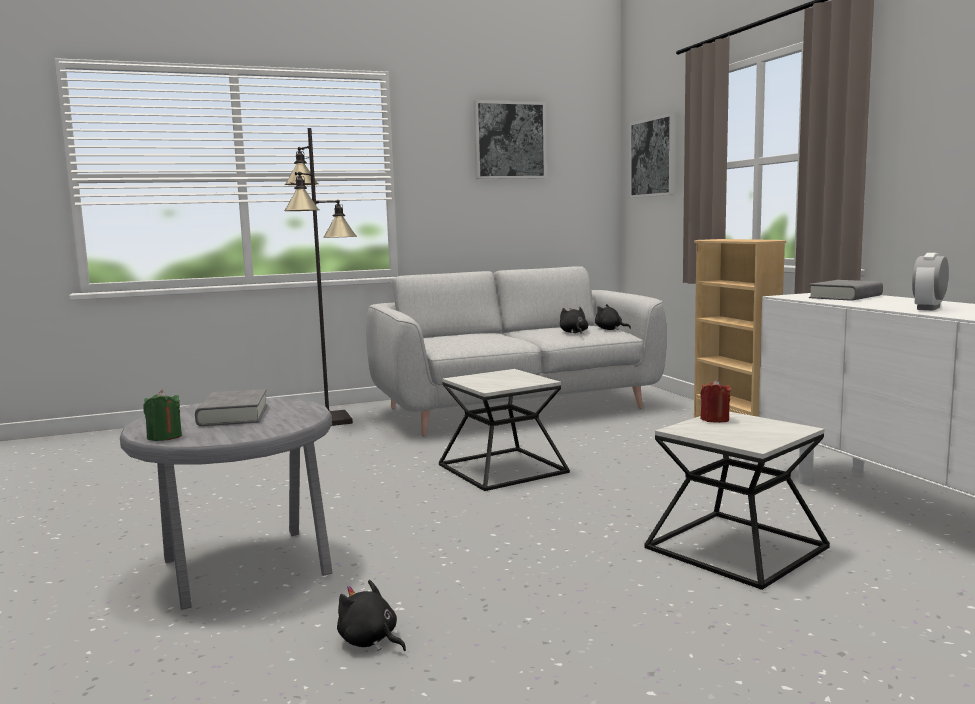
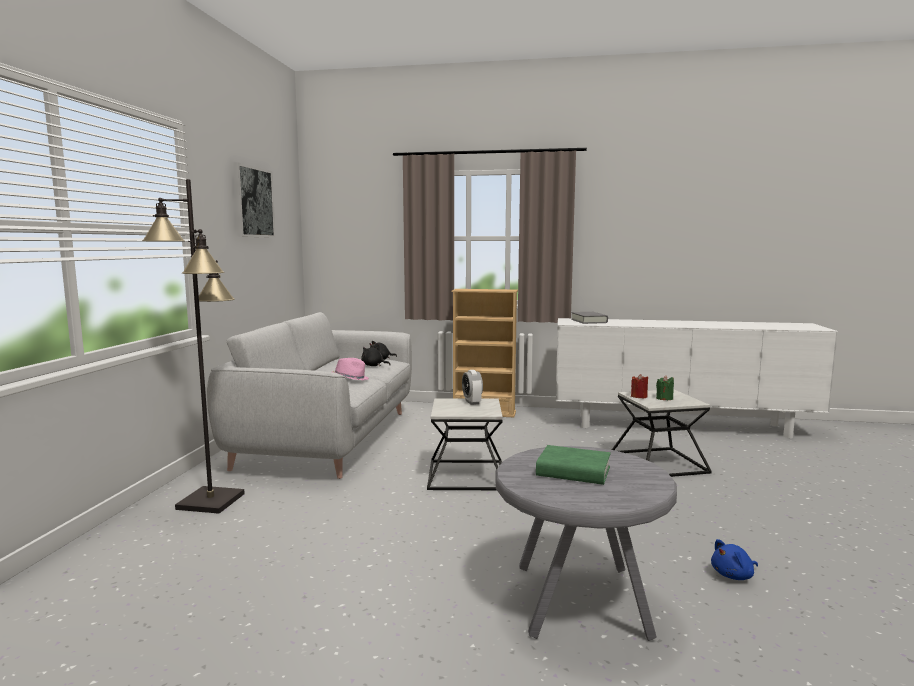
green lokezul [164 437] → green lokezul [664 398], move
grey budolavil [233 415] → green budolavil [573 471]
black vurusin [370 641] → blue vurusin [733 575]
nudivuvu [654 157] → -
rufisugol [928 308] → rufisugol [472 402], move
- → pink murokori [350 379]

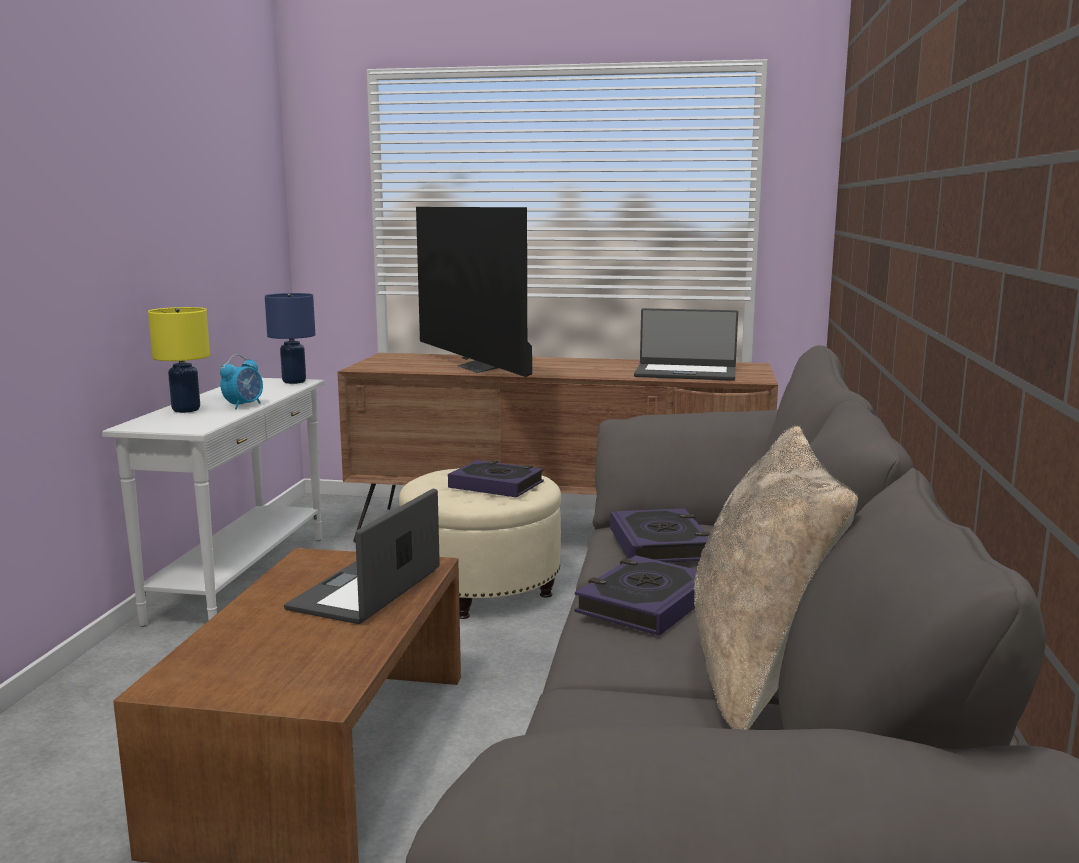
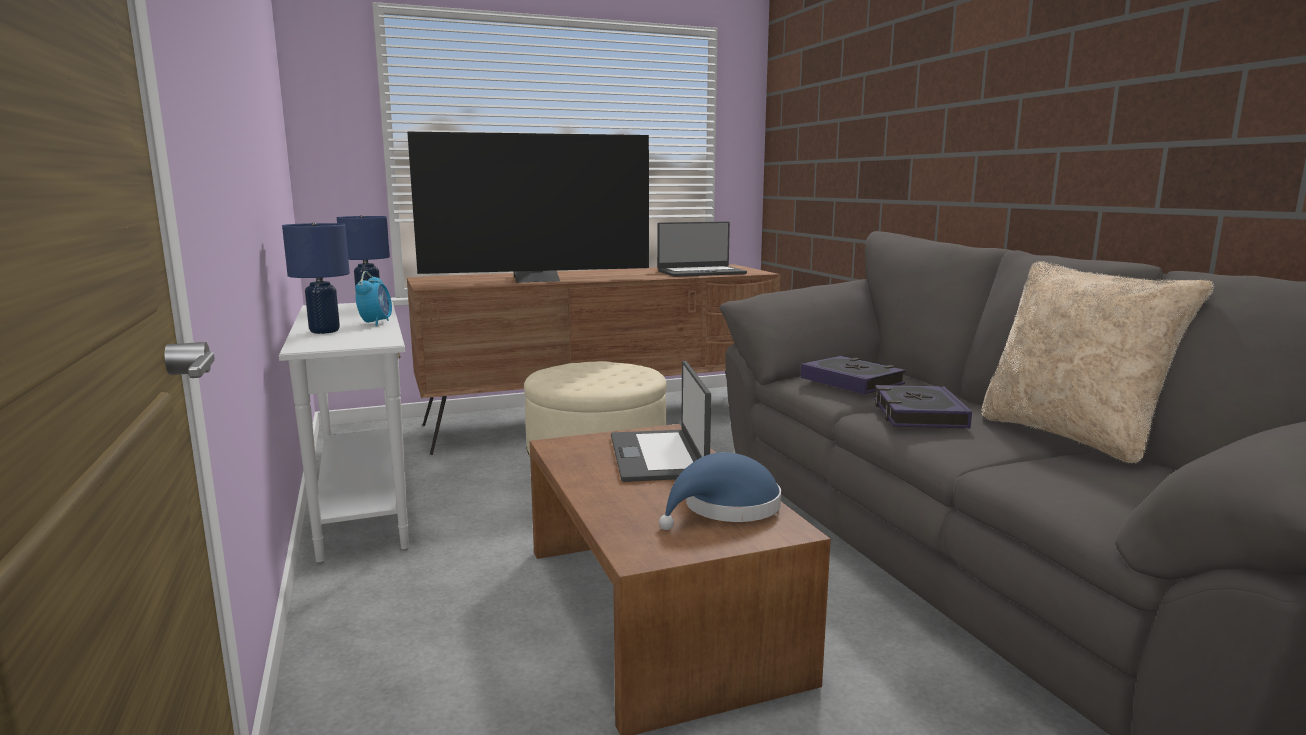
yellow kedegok [184 410] → blue kedegok [323 332]
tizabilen [482 368] → tizabilen [537 280], 45 degrees counterclockwise
budolavil [496 485] → -
- → blue murokori [726 508]

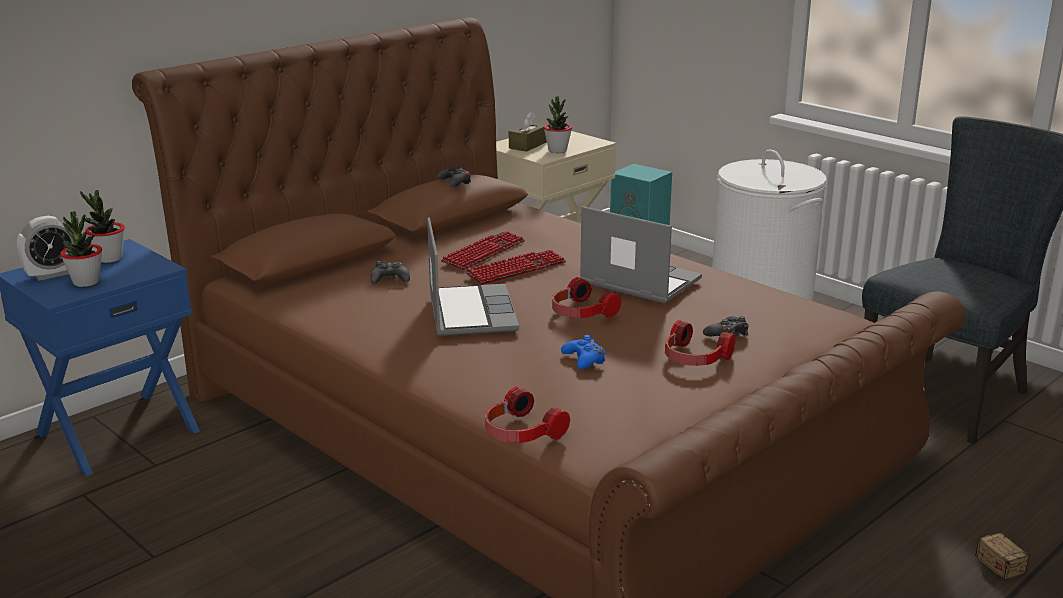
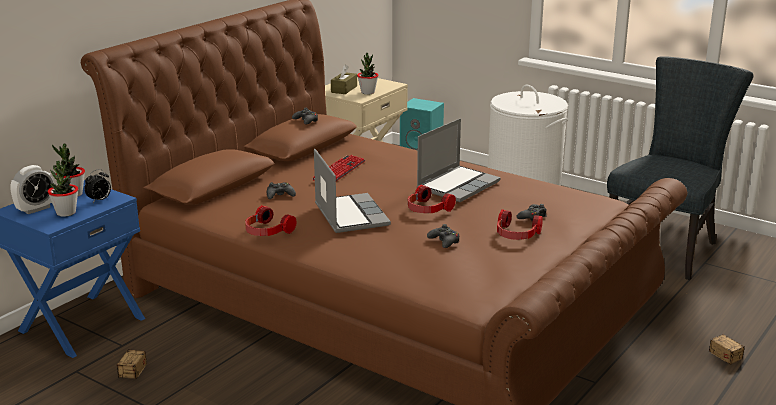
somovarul [516 269] → -
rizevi [520 433] → rizevi [267 232], move
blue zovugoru [584 359] → black zovugoru [444 241]
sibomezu [638 282] → sibomezu [458 185], 105 degrees clockwise
- → rufisugol [99 200]
- → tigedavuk [125 382]

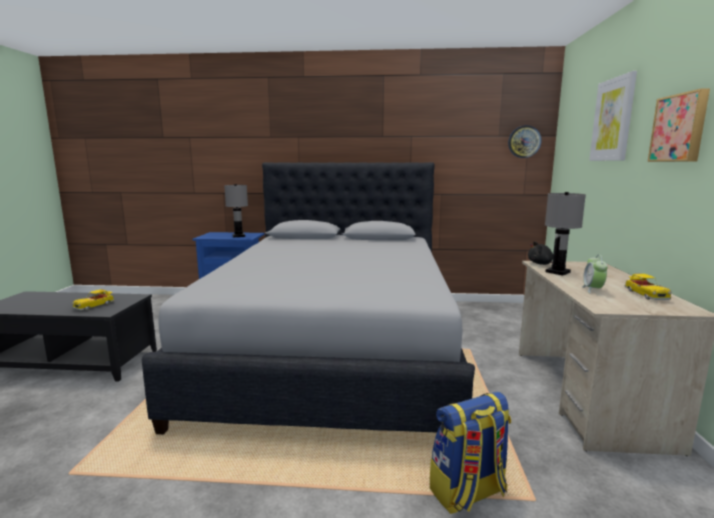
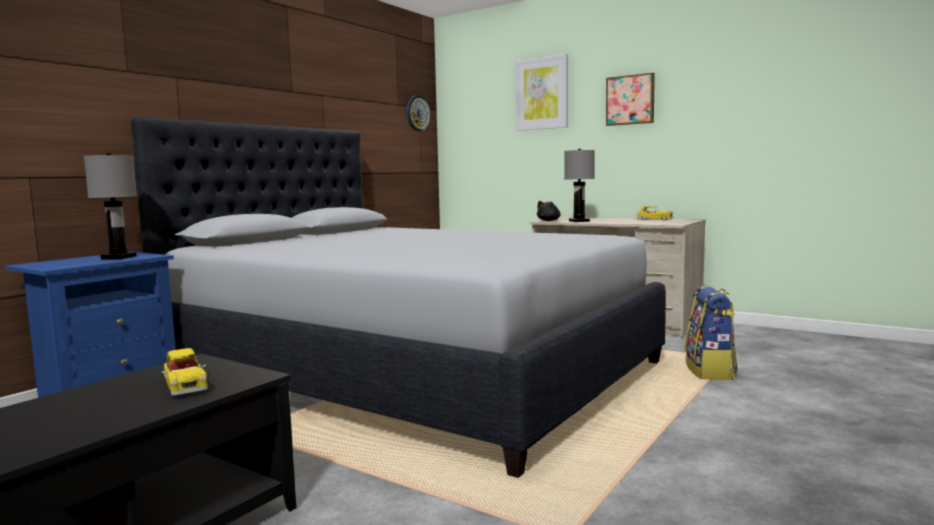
rufisugol [592 290] → -

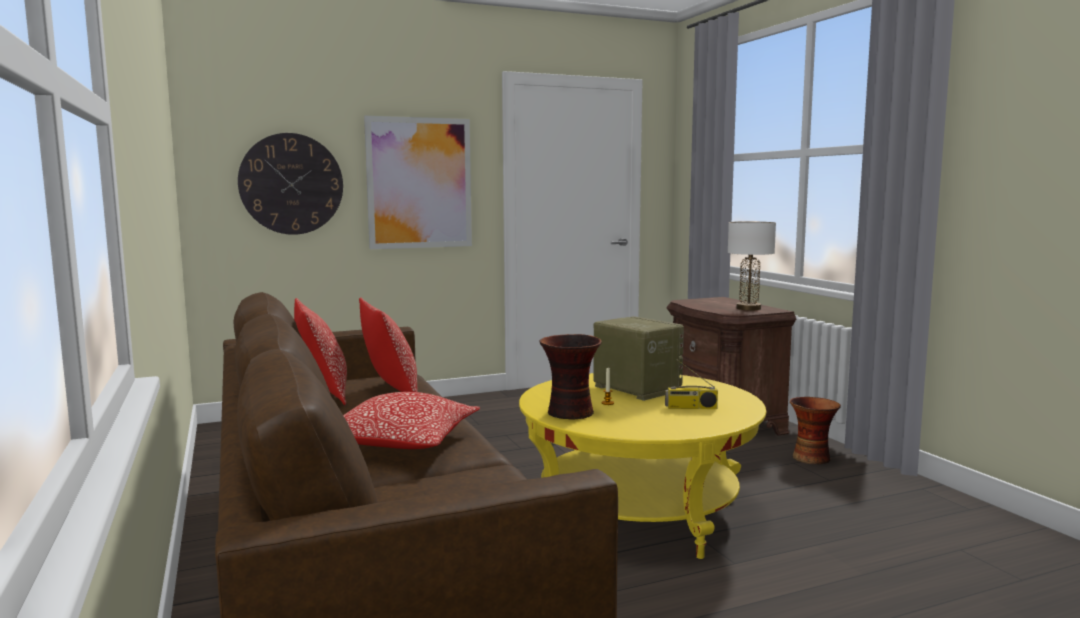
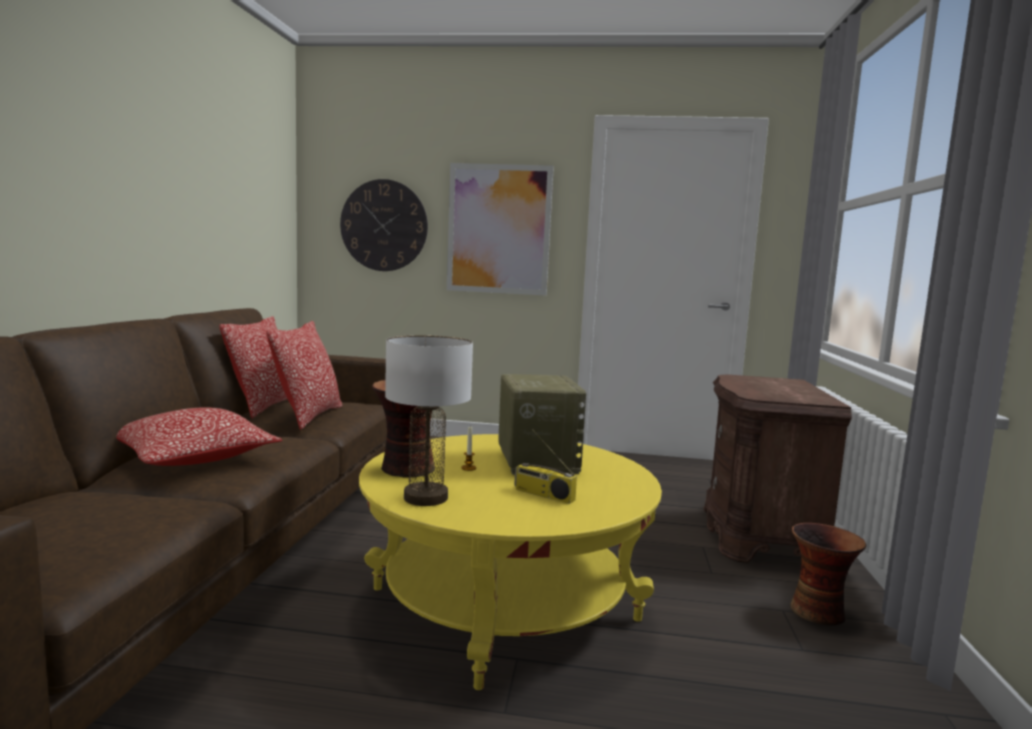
kedegok [748 308] → kedegok [425 498], move

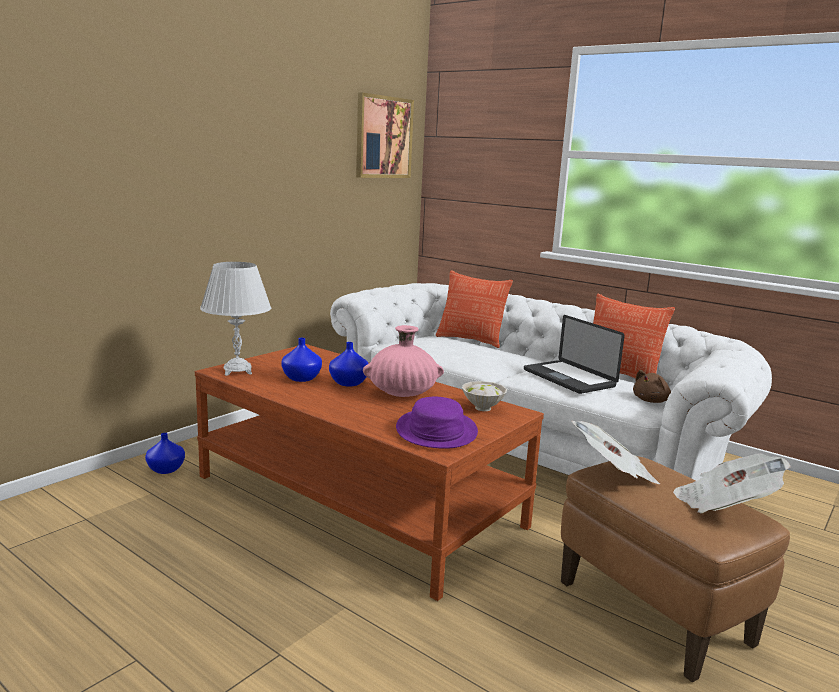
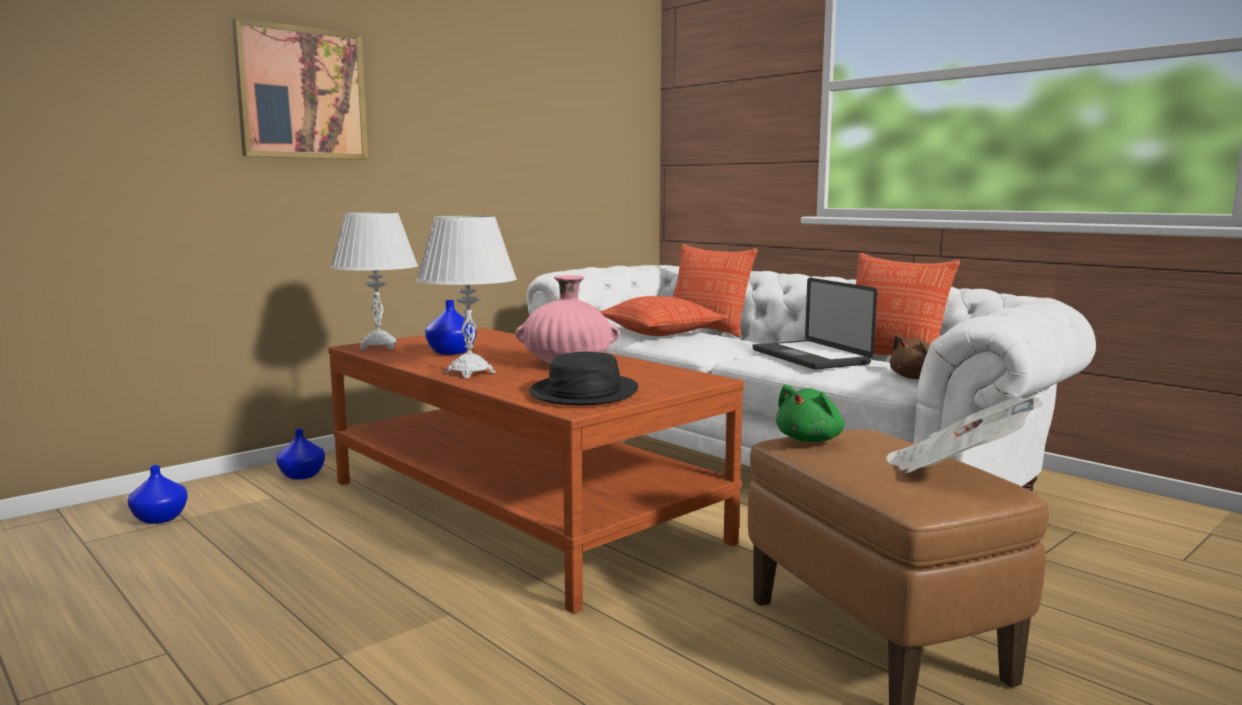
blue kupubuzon [348 383] → blue kupubuzon [159 518], move
nudivuvu [383 137] → nudivuvu [302 93], move
purple murokori [436 431] → black murokori [583 392]
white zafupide [484 408] → -
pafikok [613 473] → green vurusin [810 440]
- → white kedegok [469 373]
- → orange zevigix [661 333]

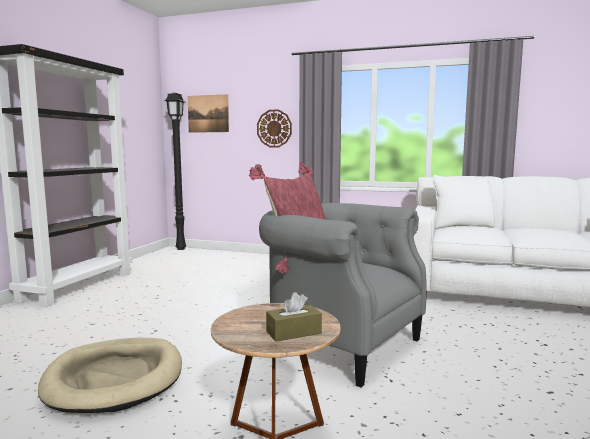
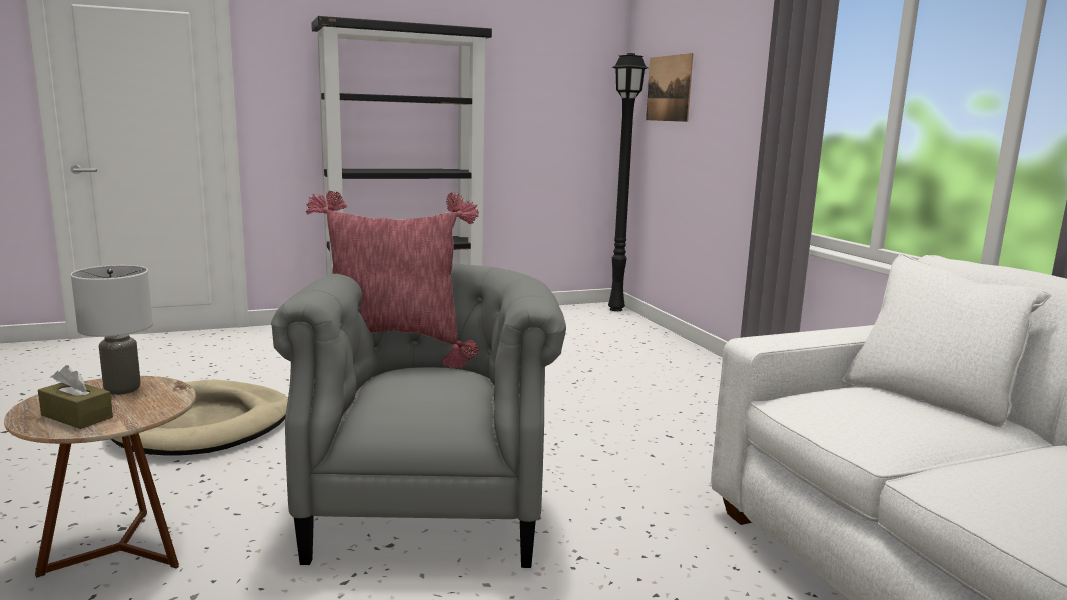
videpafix [274 128] → -
- → white kedegok [122 389]

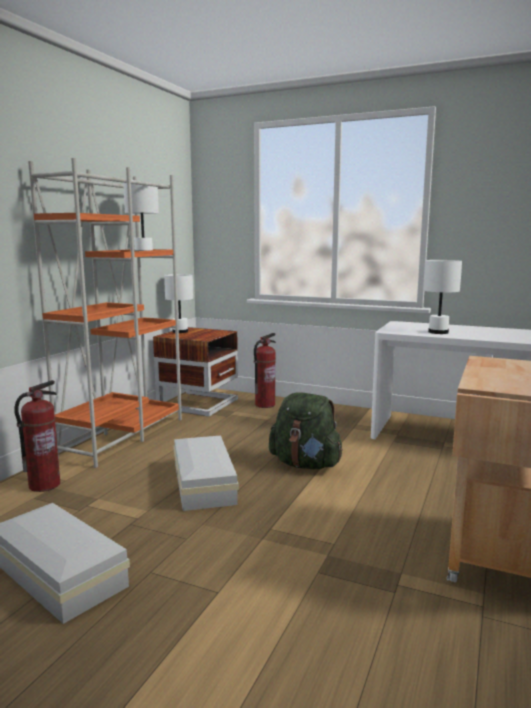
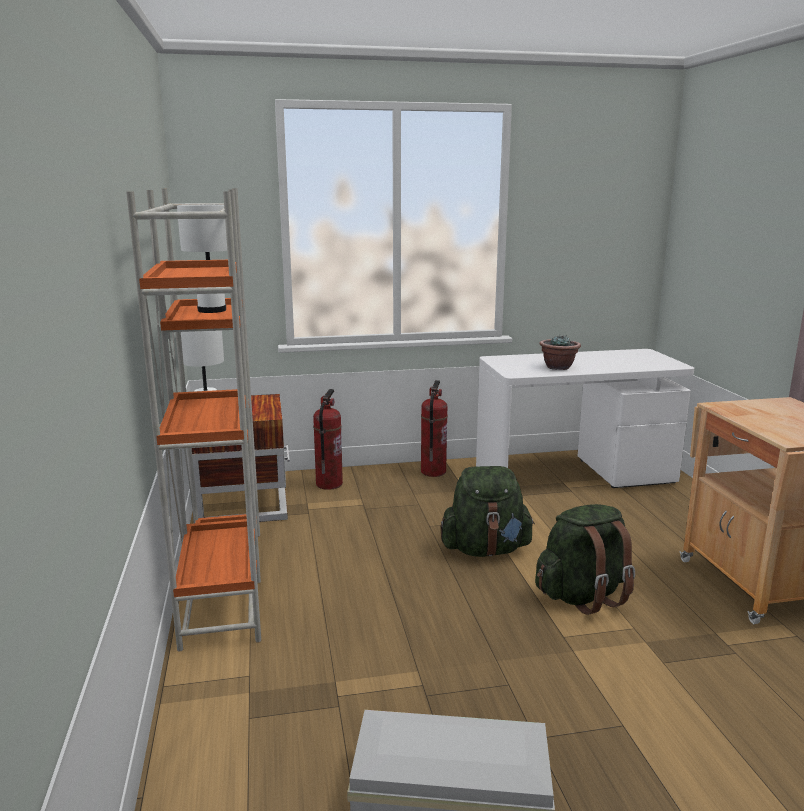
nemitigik [44 485] → nemitigik [433 472], move
white tigedavuk [205 482] → -
white kedegok [438 332] → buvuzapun [558 367]
- → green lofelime [583 596]

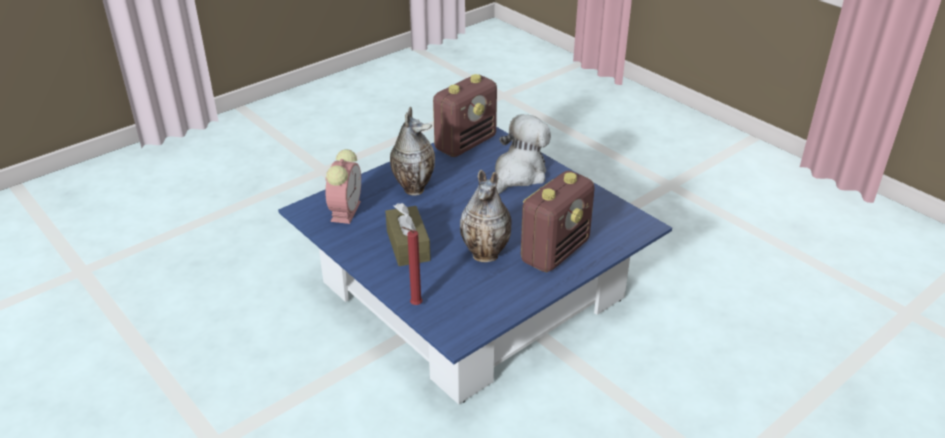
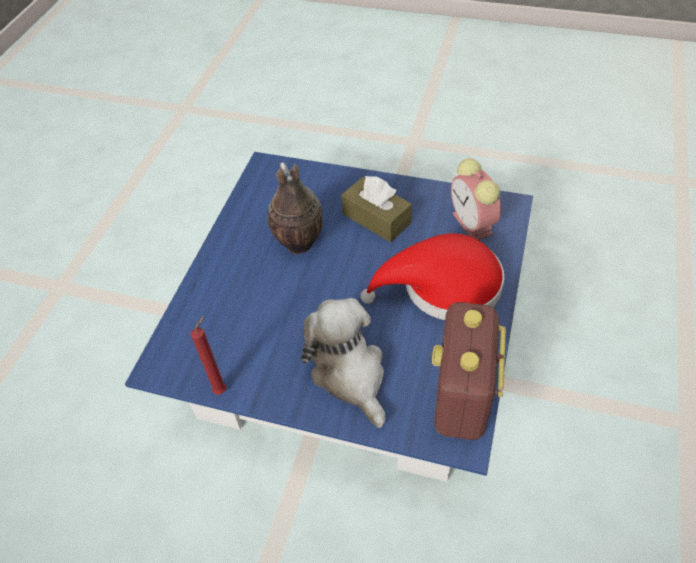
kupubuzon [413 188] → red murokori [443 287]
red lokezul [414 305] → red lokezul [222 389], move
vurusin [518 175] → vurusin [350 373], 150 degrees clockwise
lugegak [555 251] → -

